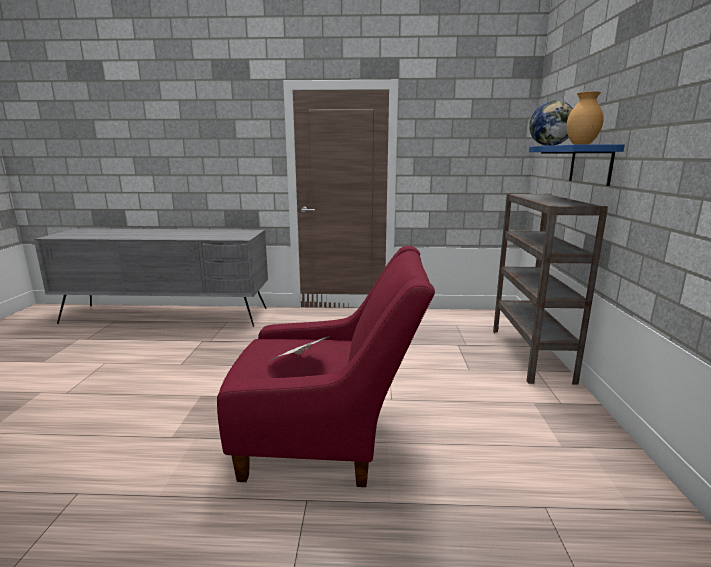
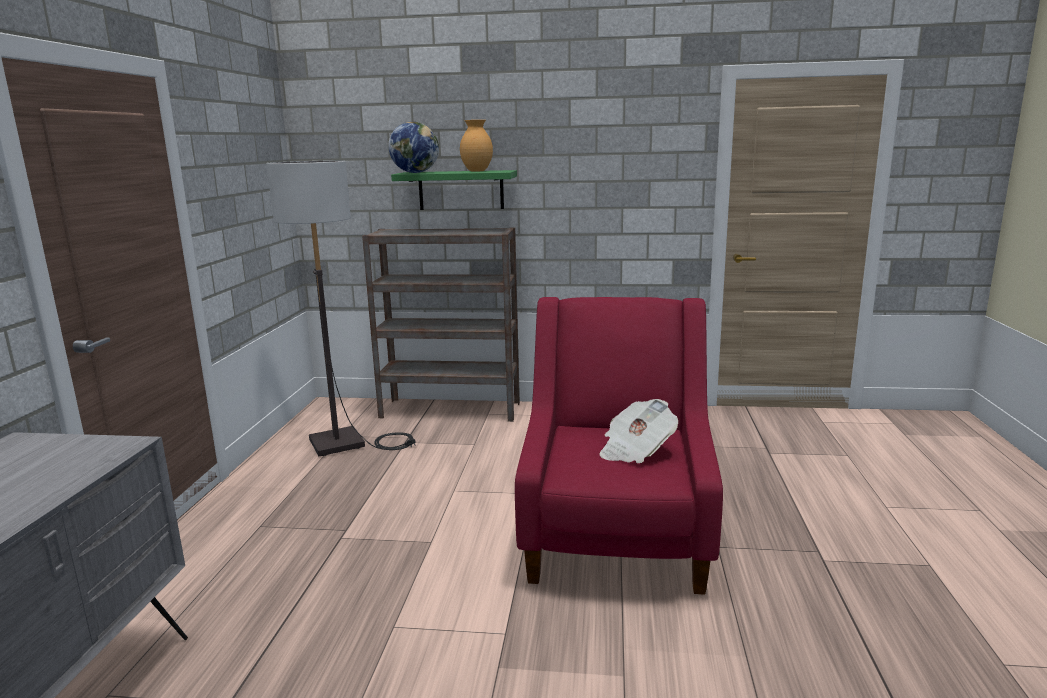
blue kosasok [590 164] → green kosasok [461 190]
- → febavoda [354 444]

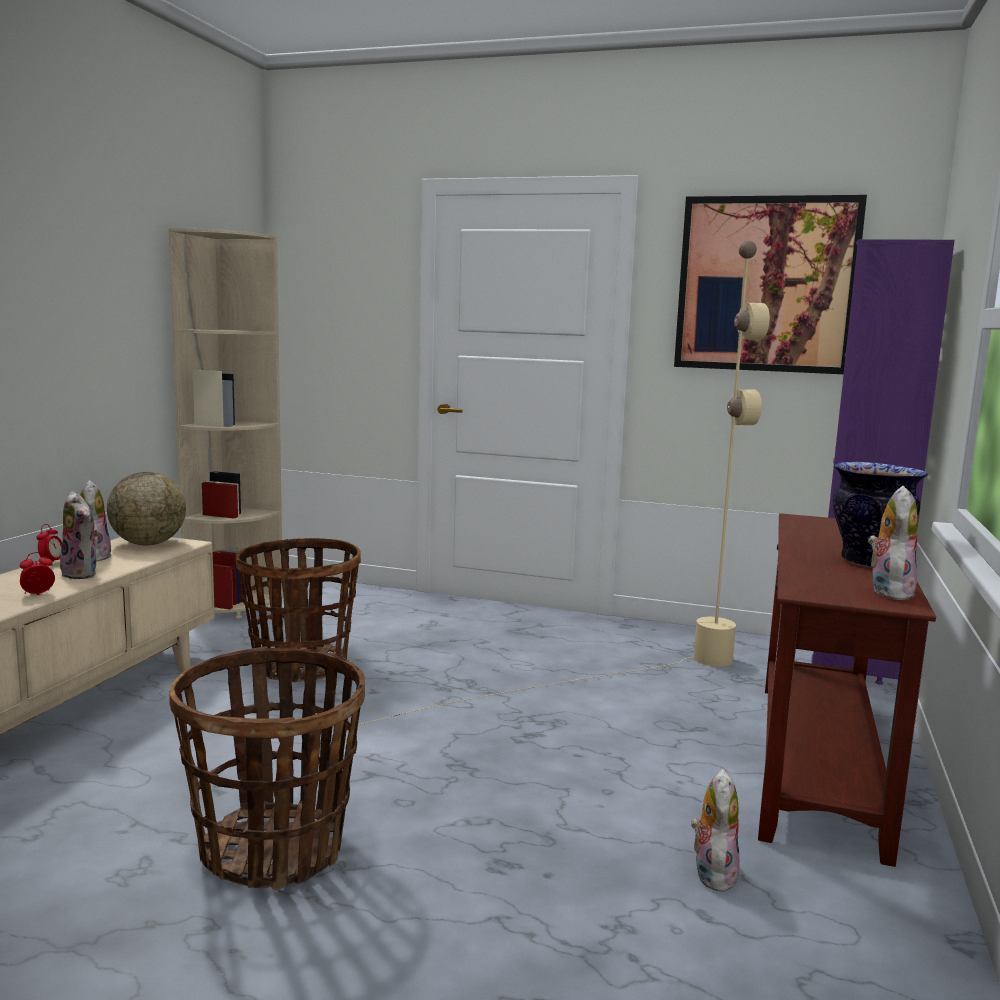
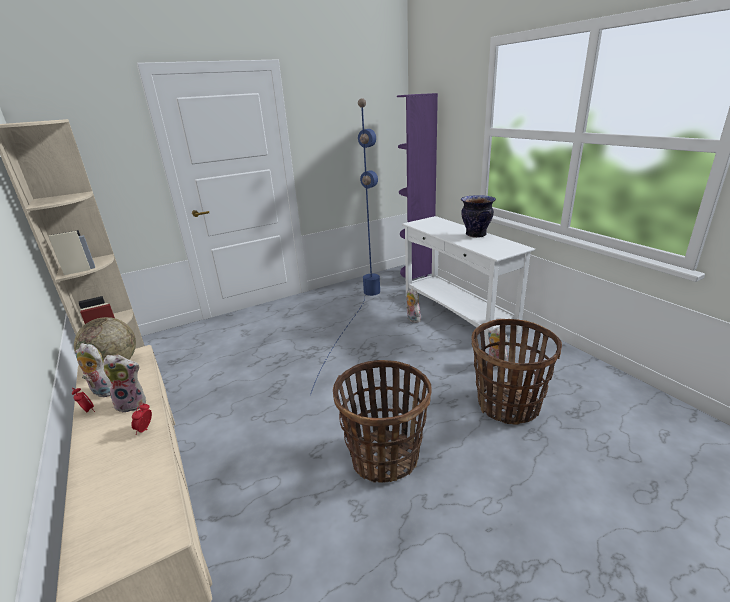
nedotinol [300 666] → nedotinol [508 405], move
beige febavoda [624 674] → blue febavoda [357 313]
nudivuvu [766 285] → -
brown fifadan [818 763] → white fifadan [458 312]
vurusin [888 591] → vurusin [412 319], move

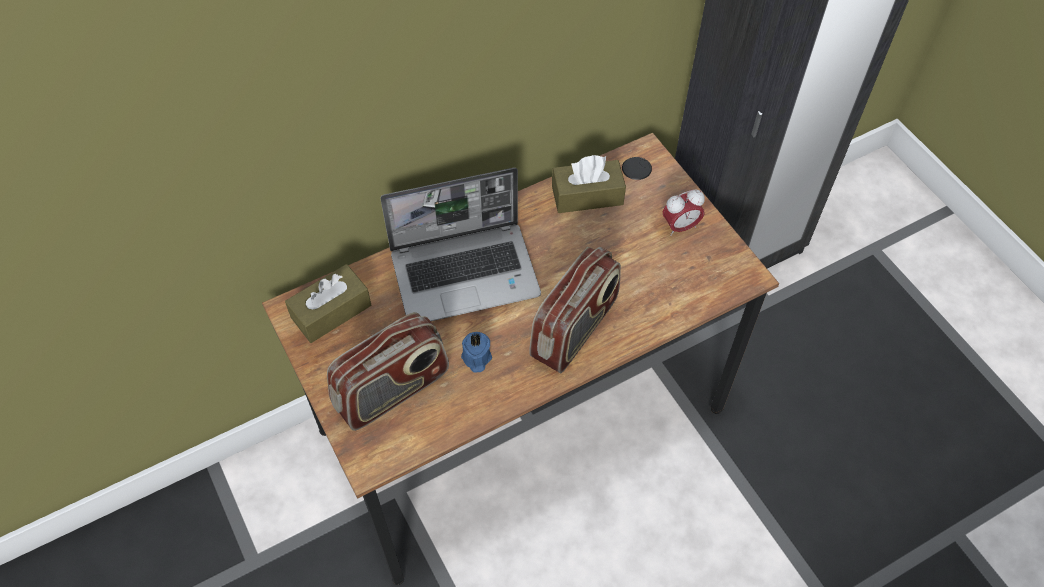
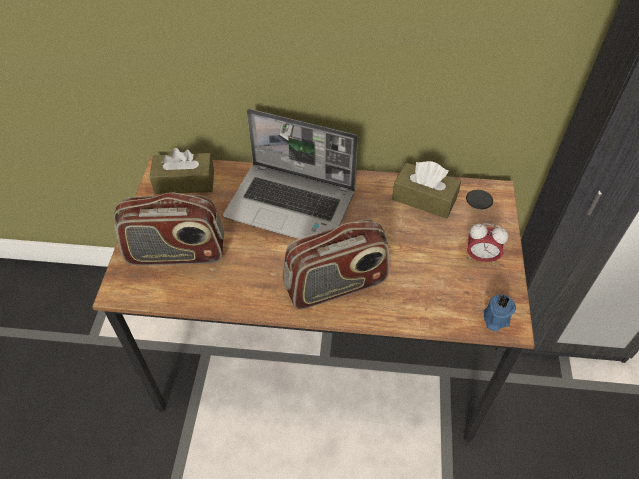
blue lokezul [476 358] → blue lokezul [495 319], move

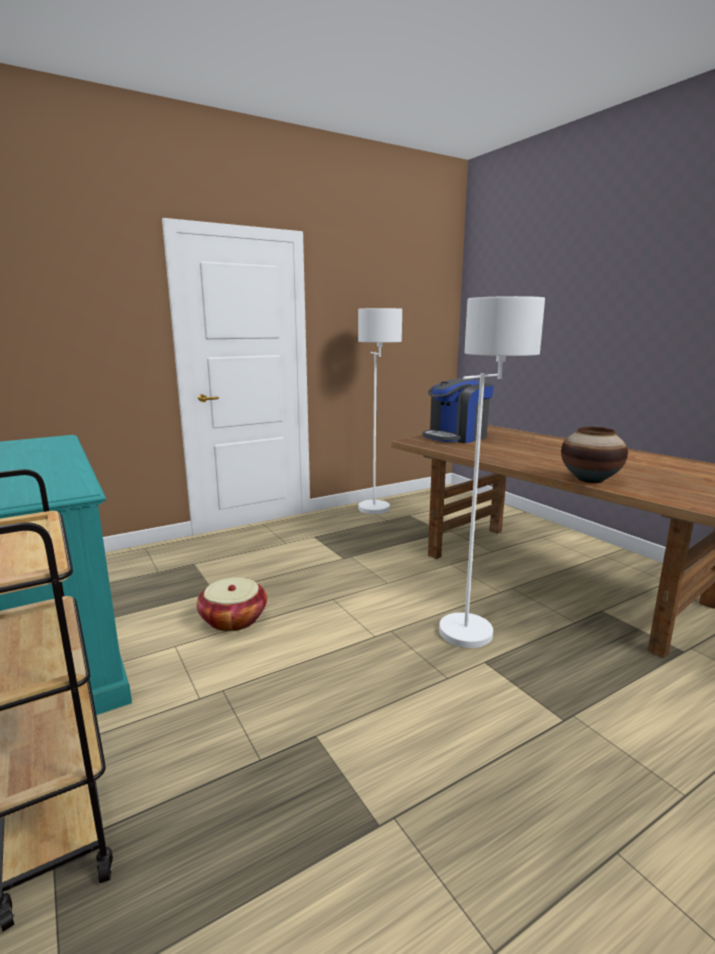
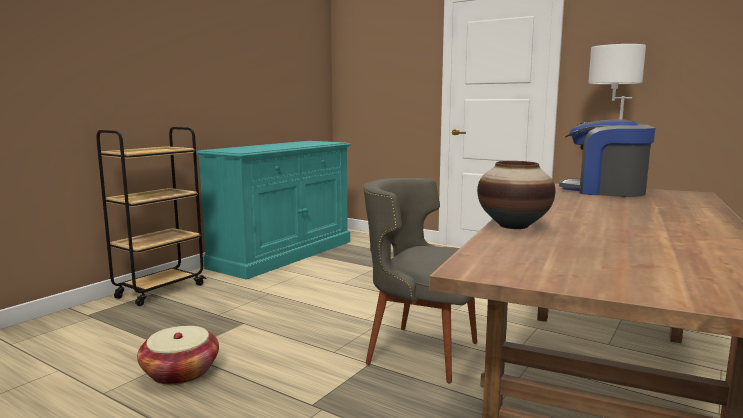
nedotinol [233 619] → nedotinol [180 372], move
white febavoda [476 627] → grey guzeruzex [424 353]

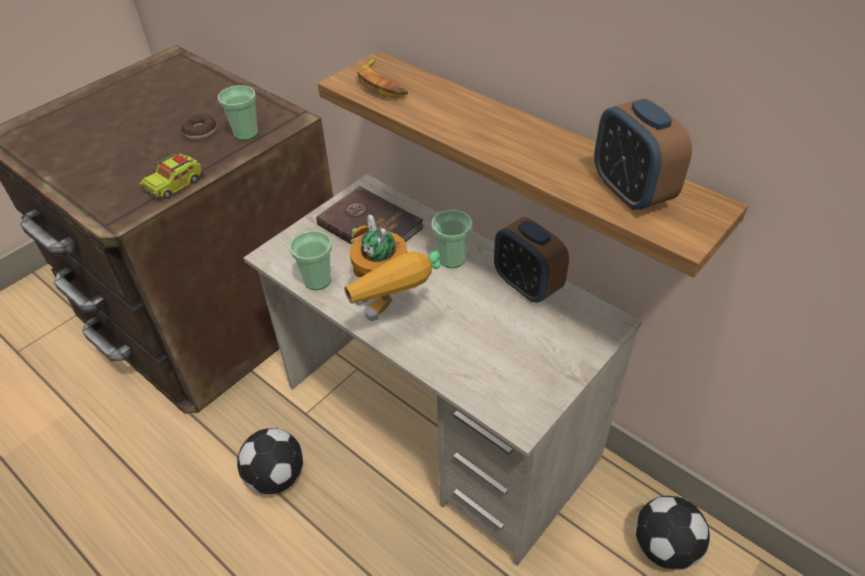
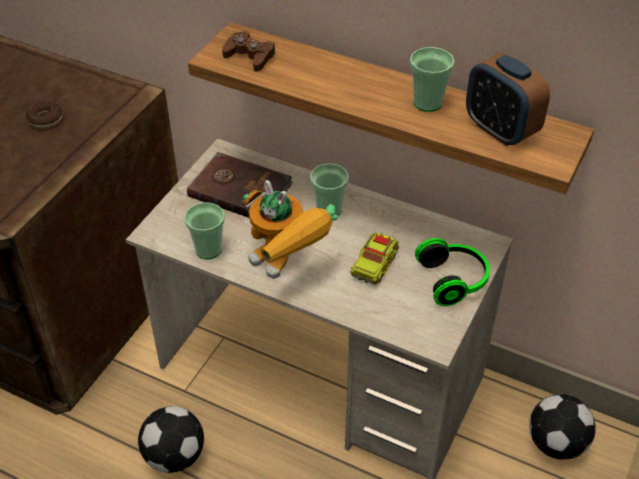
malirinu [175 185] → malirinu [374 265], move
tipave [246 133] → tipave [427 103], move
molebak [382 84] → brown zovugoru [250 56]
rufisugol [527 285] → -
- → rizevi [454 280]

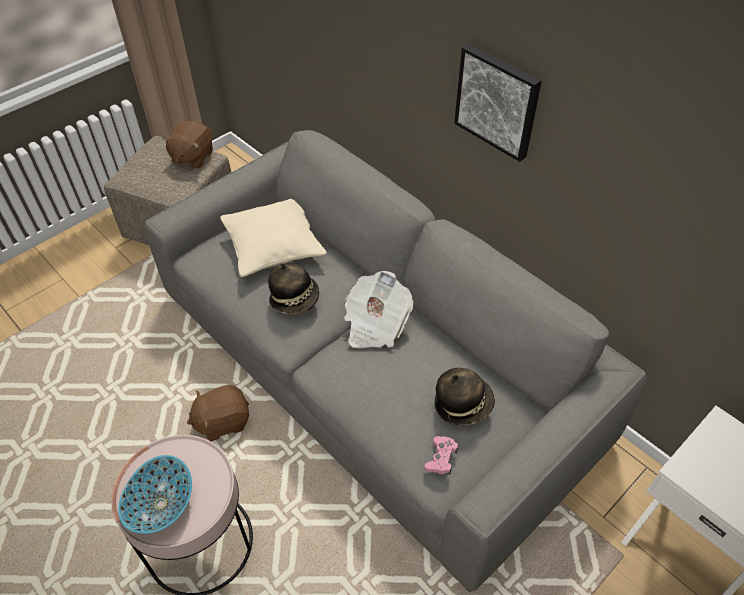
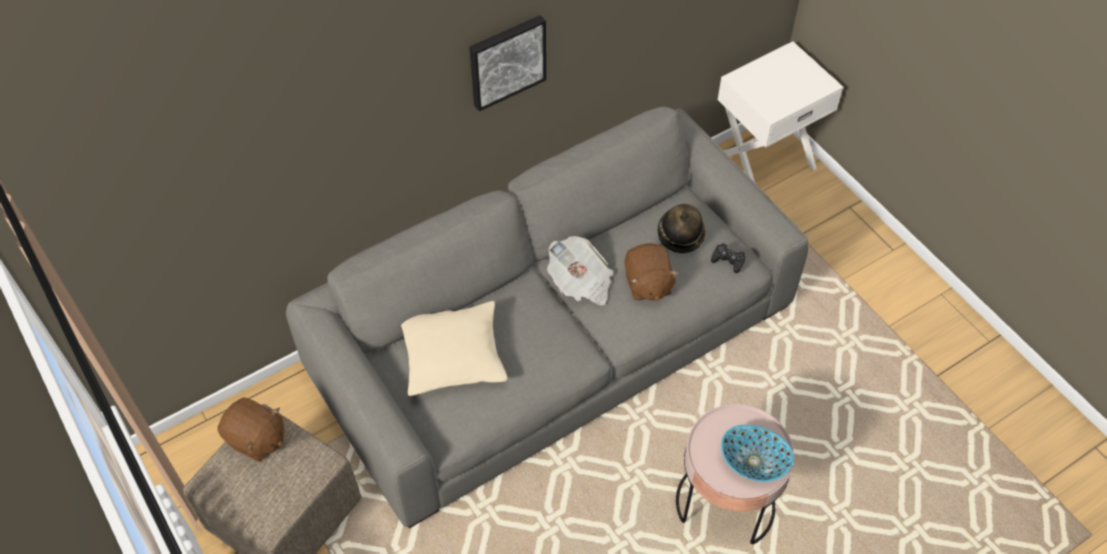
brown vurusin [222 421] → brown vurusin [647 284], move
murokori [295 299] → -
pink zovugoru [441 458] → black zovugoru [728 260]

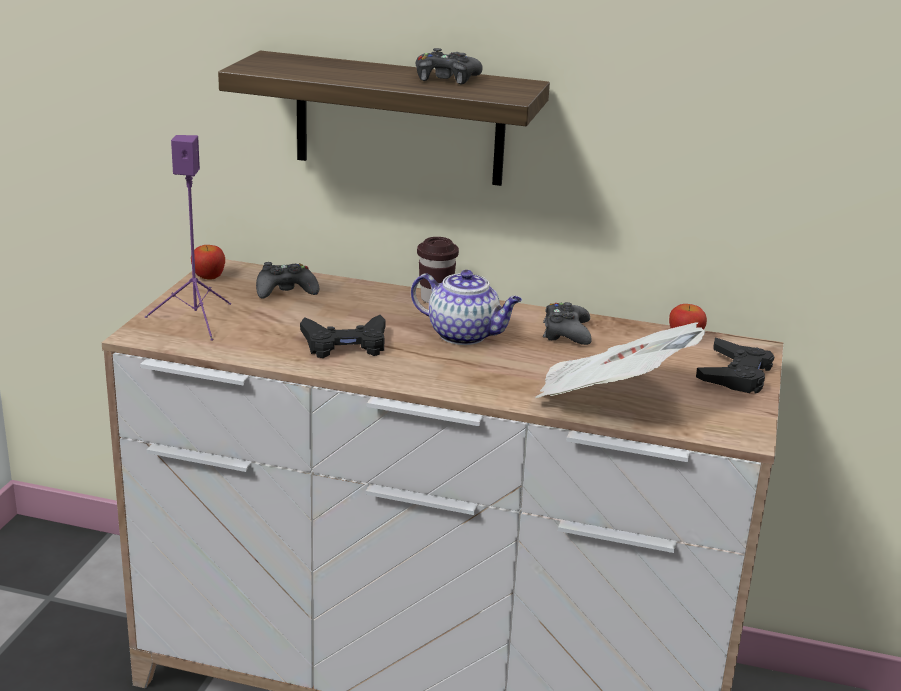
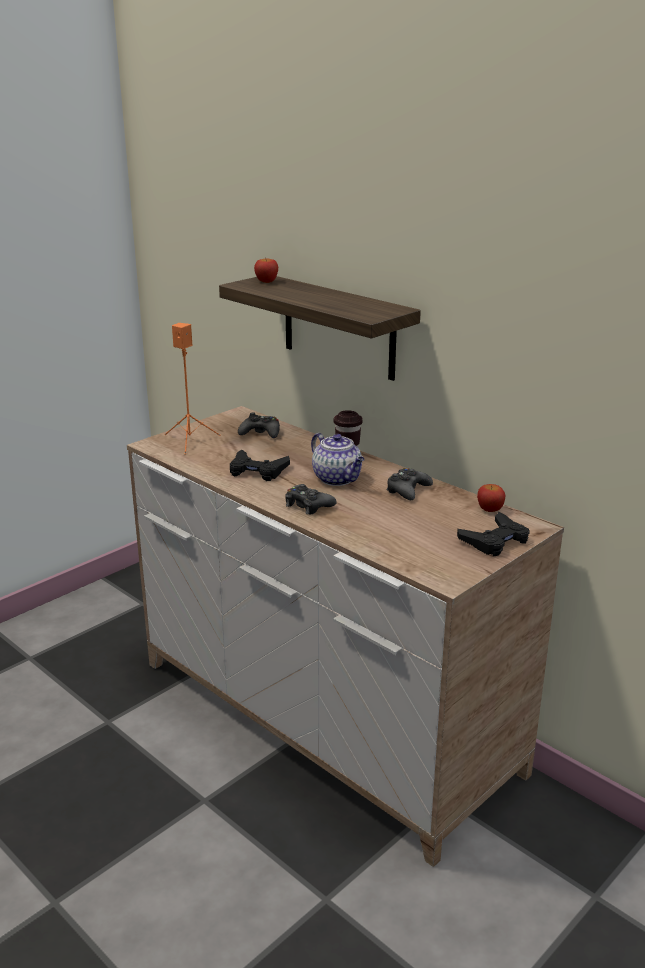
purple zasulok [196 319] → orange zasulok [190 441]
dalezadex [208 277] → dalezadex [266 281], move
black zovugoru [446 78] → black zovugoru [308 505], move
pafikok [610 399] → -

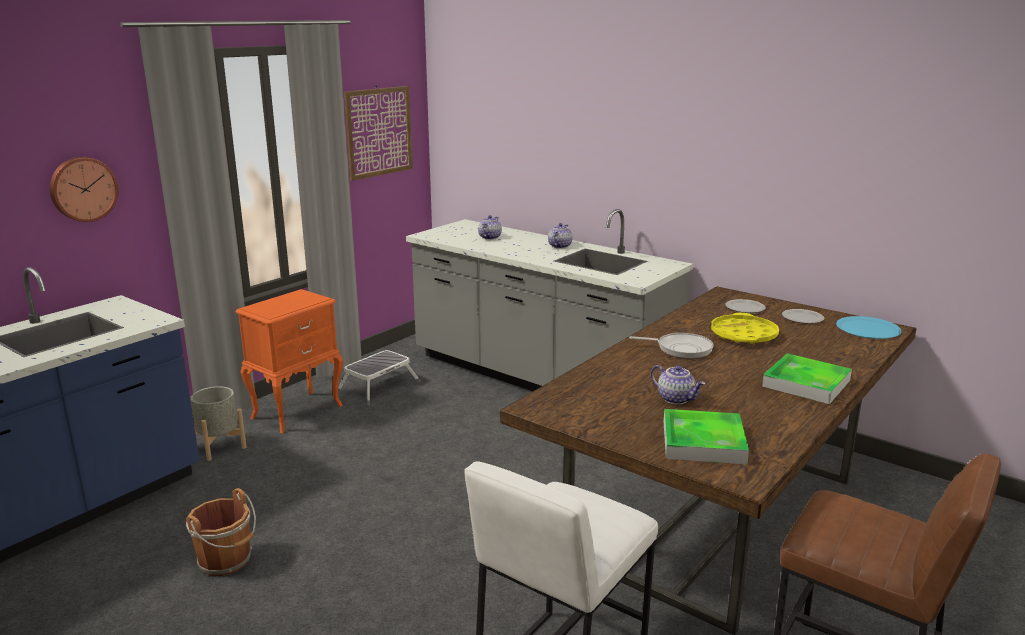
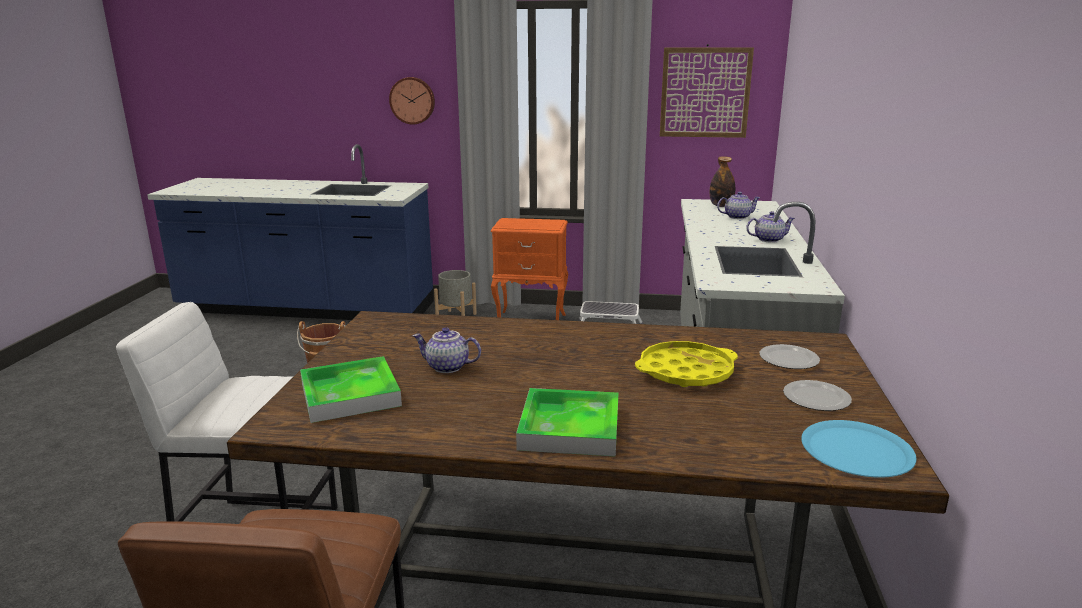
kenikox [681 349] → -
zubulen [676 399] → zubulen [447 367], 90 degrees clockwise
- → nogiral [721 205]

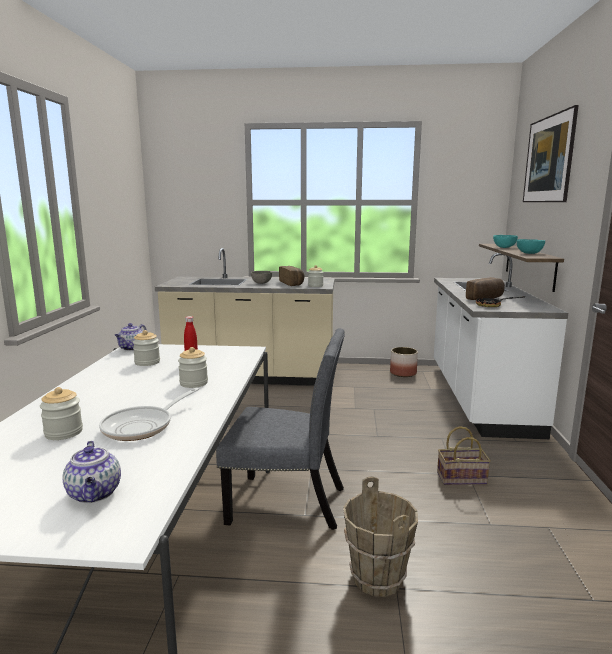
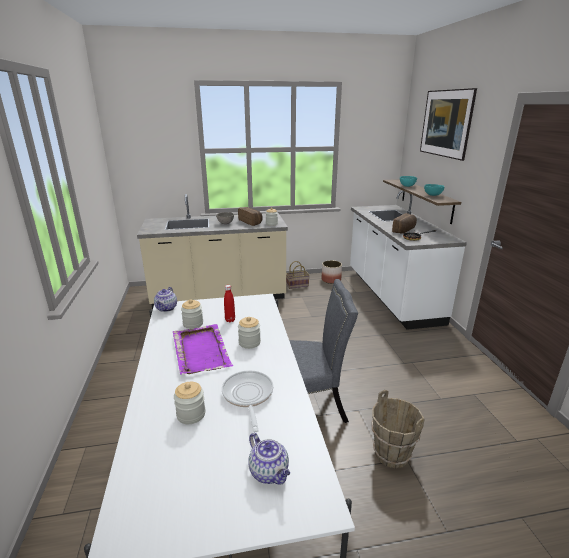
kenikox [142 426] → kenikox [248 396], 150 degrees clockwise
nedotinol [462 478] → nedotinol [297 285], move
- → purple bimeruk [201 350]

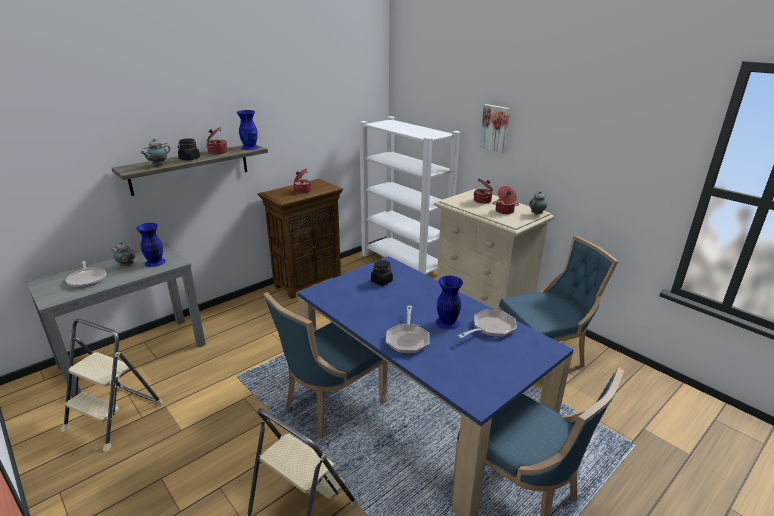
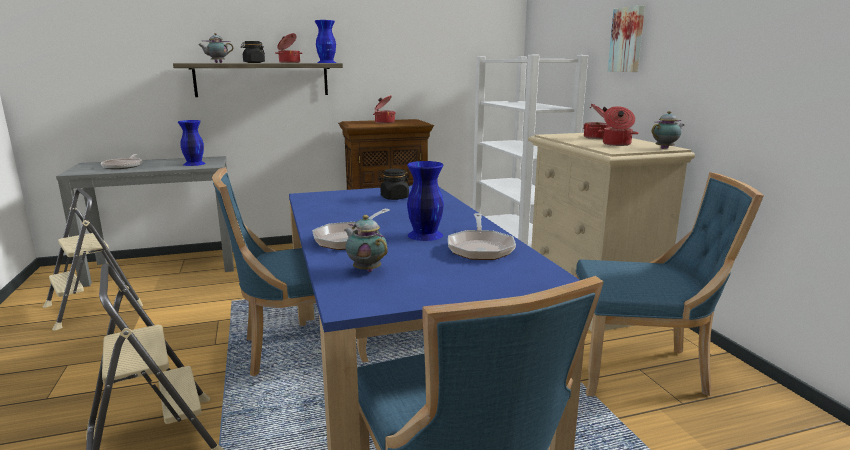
zubulen [126 265] → zubulen [366 269], move
kenikox [491 328] → kenikox [480 248], 105 degrees clockwise

